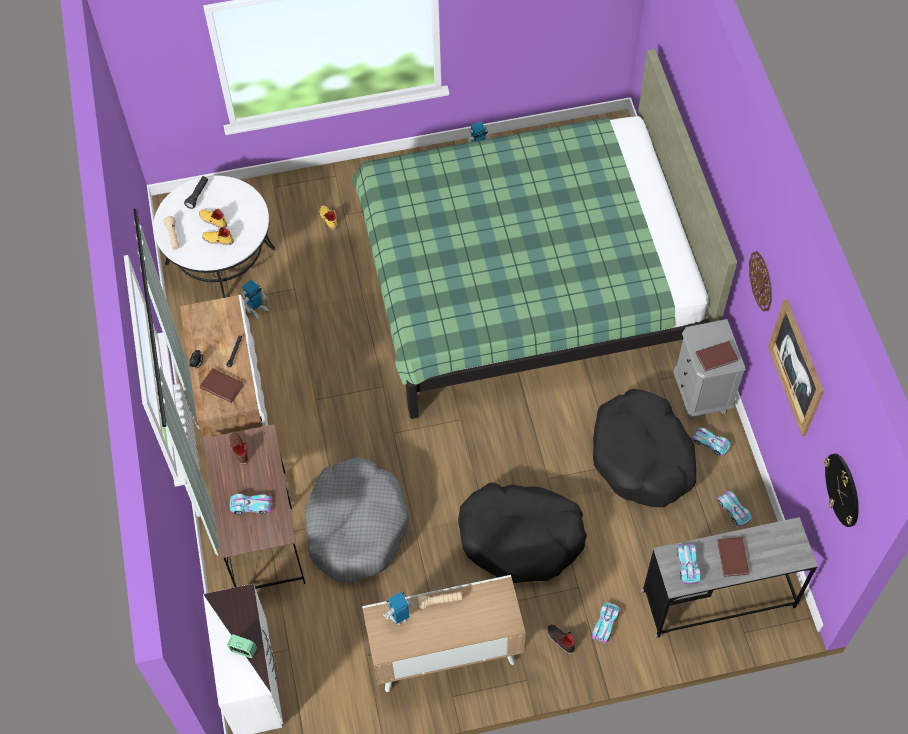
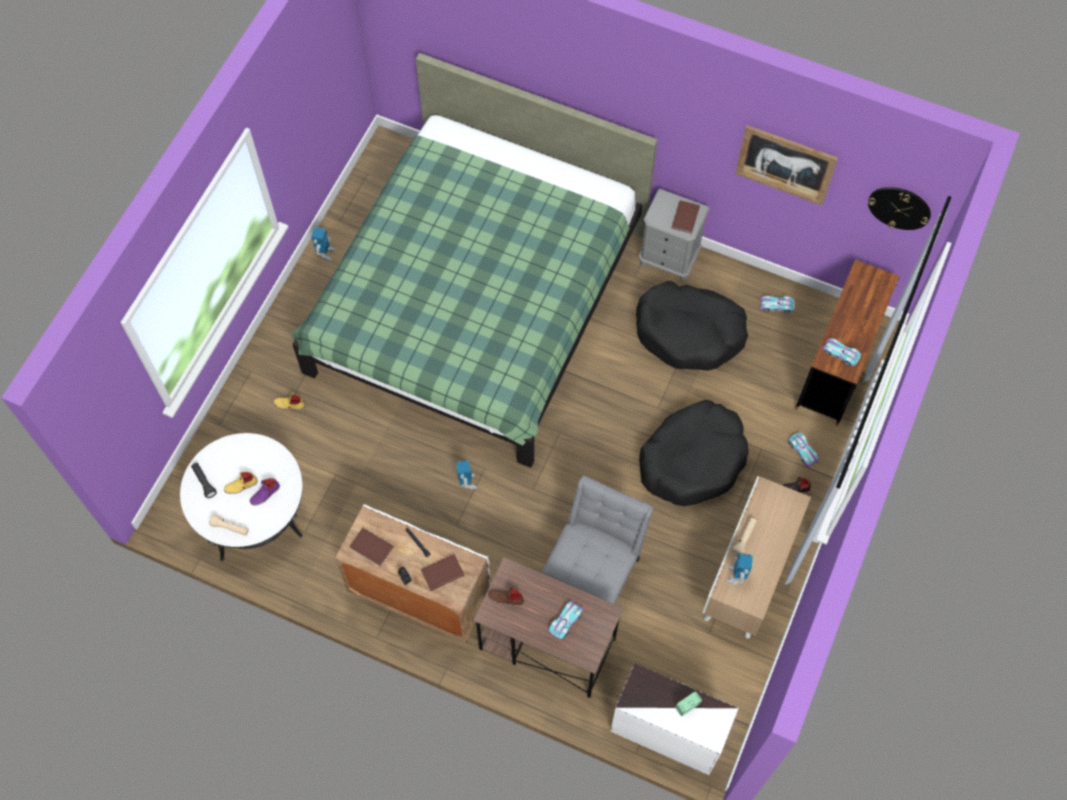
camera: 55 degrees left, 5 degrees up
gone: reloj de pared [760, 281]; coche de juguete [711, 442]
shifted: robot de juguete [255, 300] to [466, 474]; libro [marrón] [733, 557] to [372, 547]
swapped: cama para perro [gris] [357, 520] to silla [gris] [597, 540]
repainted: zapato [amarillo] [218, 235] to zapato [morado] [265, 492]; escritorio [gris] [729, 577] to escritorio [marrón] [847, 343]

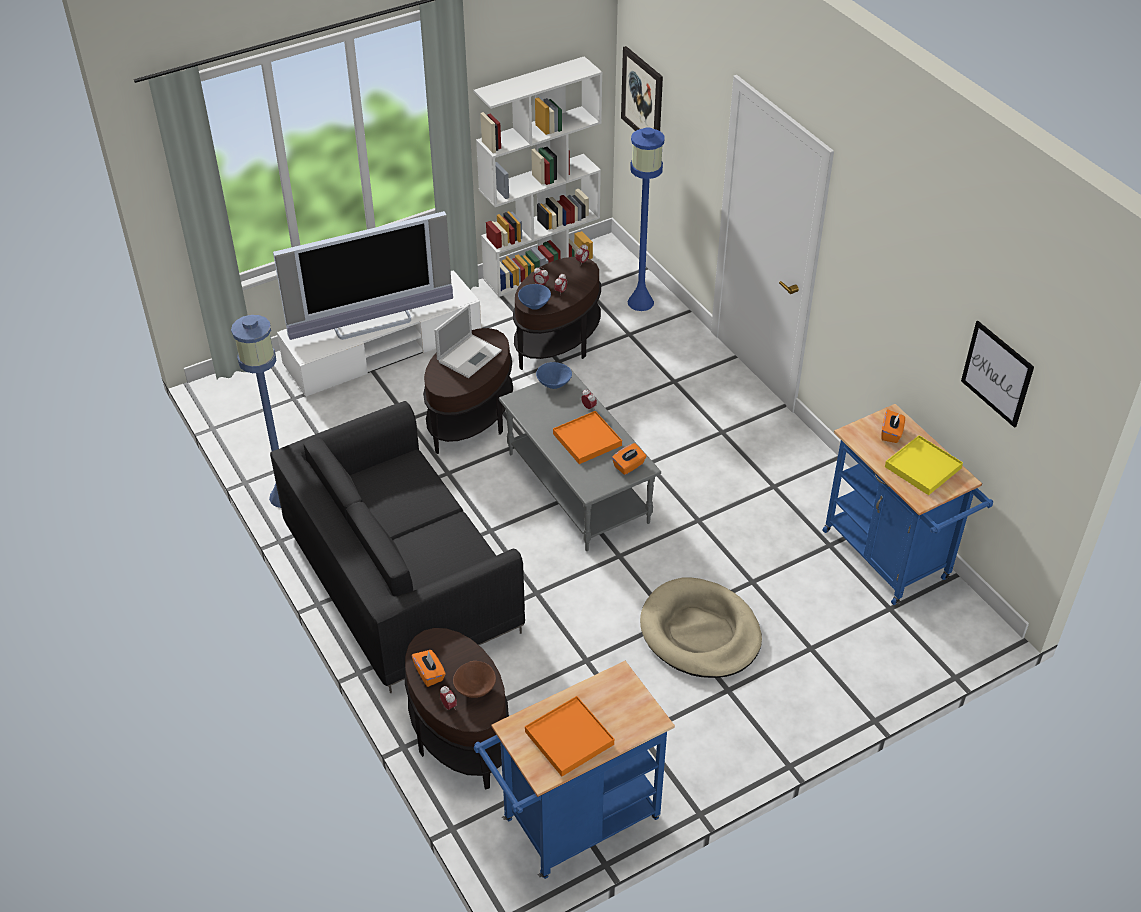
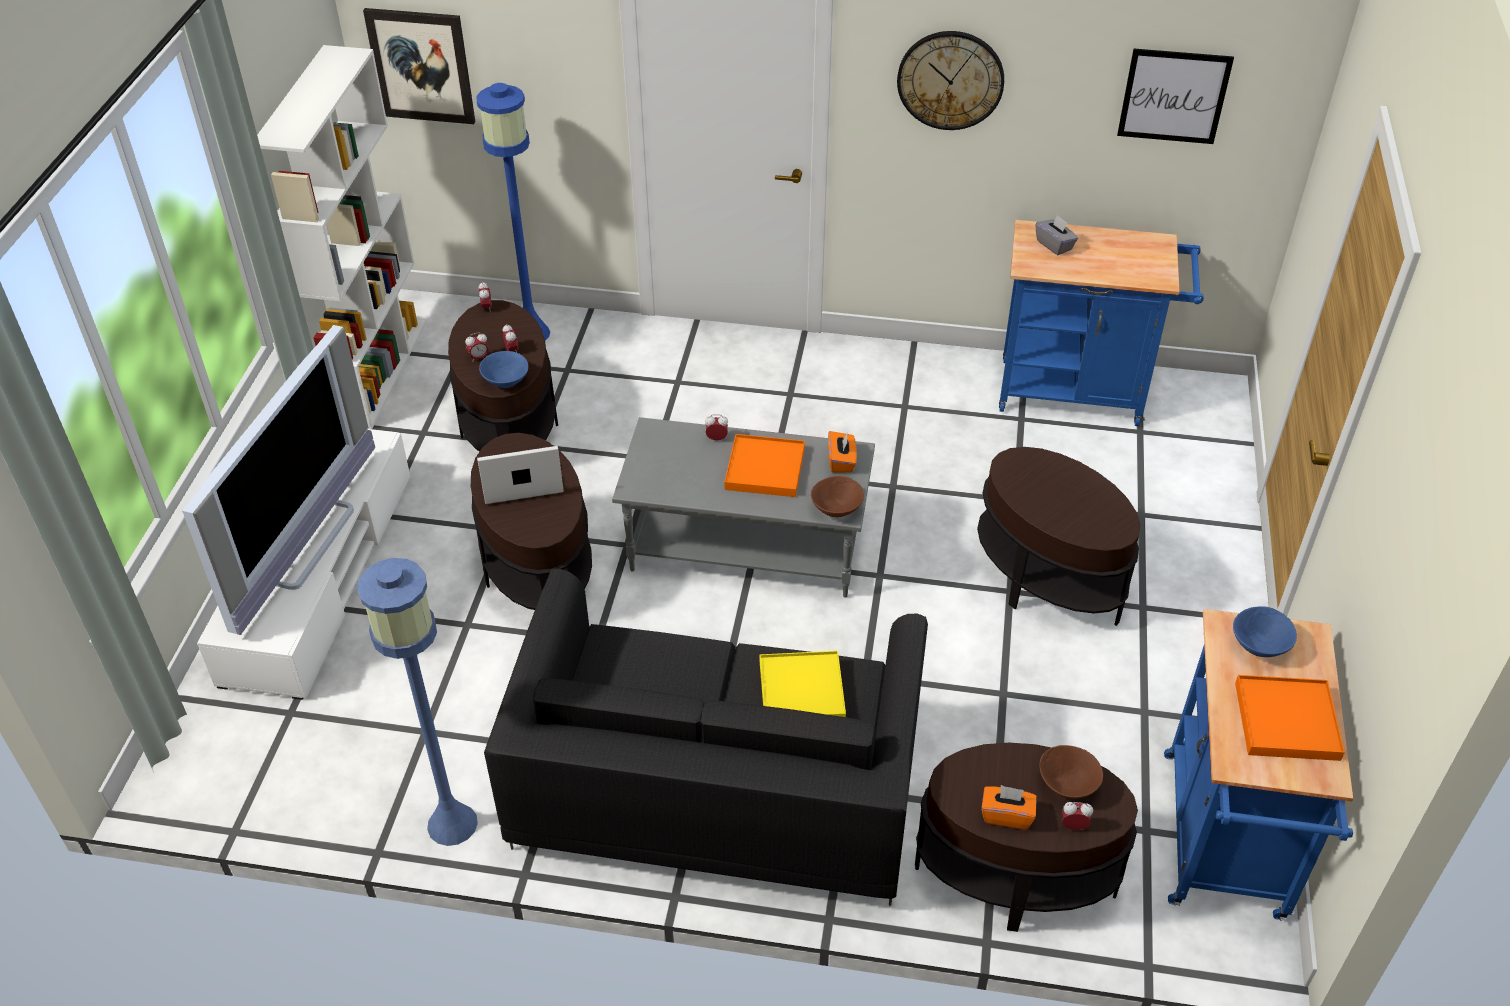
camera: 50 degrees left, 0 degrees up
new: reloj de pared [950, 80]; cuenco [marrón] [837, 496]
shifted: cuenco [azul] [554, 375] to [1265, 631]; bandeja [amarillo] [924, 465] to [803, 684]
swapped: cama para perro [beis] [701, 627] to mesa auxiliar [marrón] [1058, 536]
repainted: caja de pañuelos [naranja] [893, 426] to caja de pañuelos [gris] [1056, 235]
rotated: portátil [468, 341] = [520, 475] 90 degrees counterclockwise

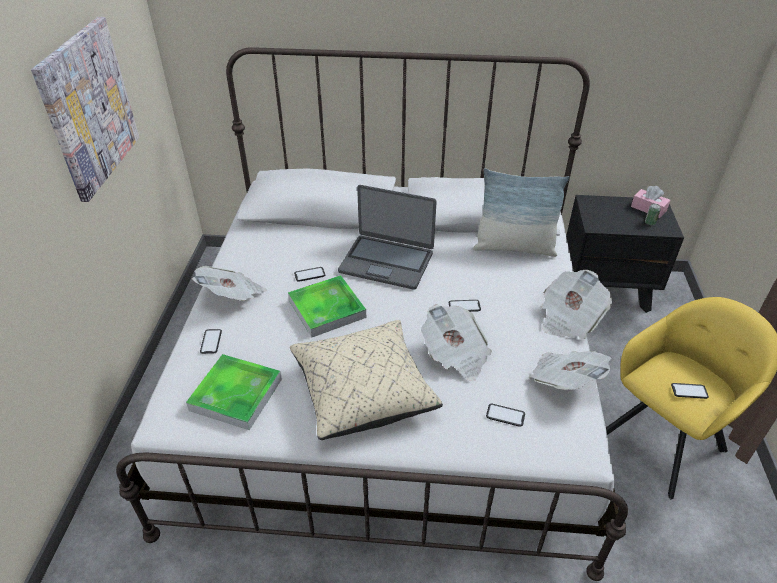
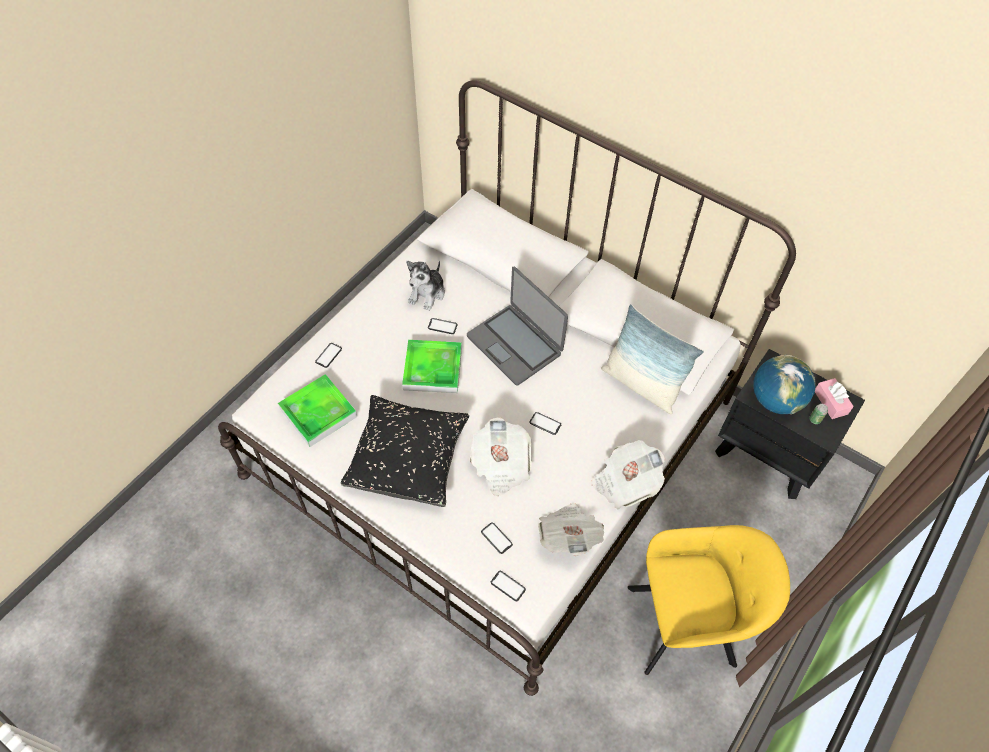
camera: 30 degrees right, 15 degrees up
gone: cuadro [85, 109]; periódico [229, 283]
new: peluche [425, 285]; globo terráqueo [784, 384]
shifted: móvil [690, 391] to [508, 586]
repainted: cojín [beis] [366, 380] to cojín [negro] [405, 451]

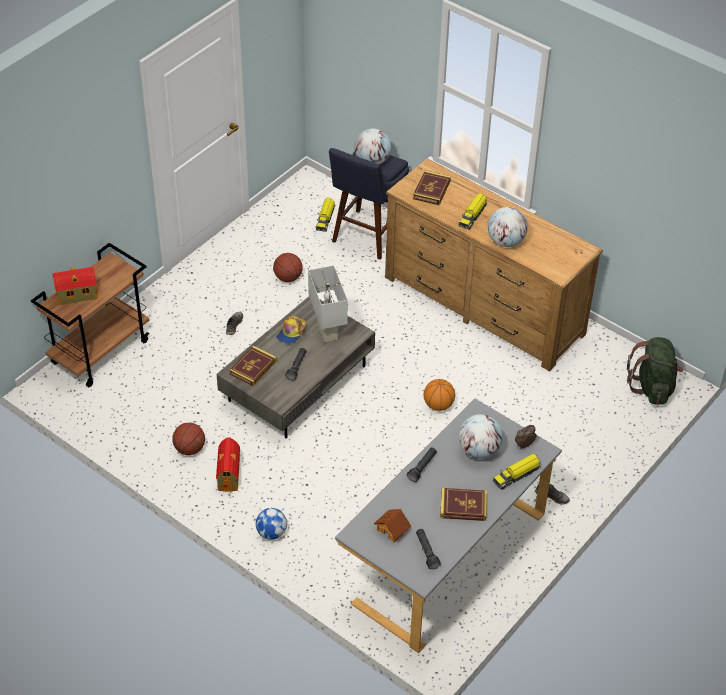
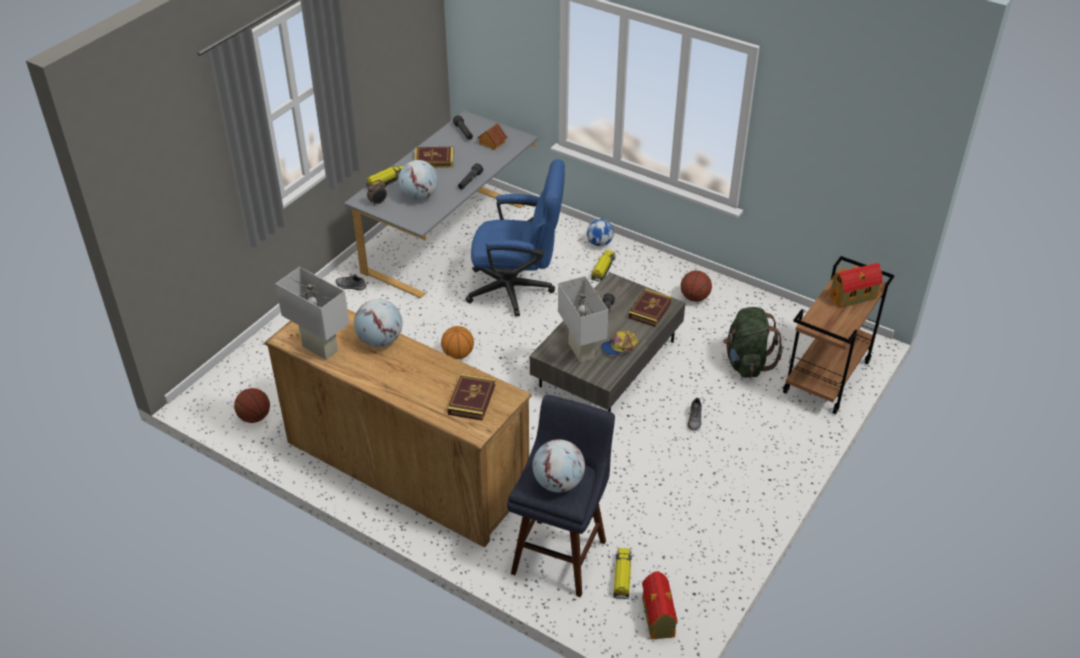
camera: 175 degrees right, 5 degrees down
new: silla de oficina [azul] [515, 238]; lámpara de mesa [blanco] [312, 313]
shifted: camión de juguete [473, 211] to [603, 266]; balón de baloncesto [288, 267] to [252, 405]; mochila [verde] [655, 371] to [753, 342]; casita [228, 464] to [660, 605]
rotated: gorra [291, 330] = [620, 343] 135 degrees counterclockwise

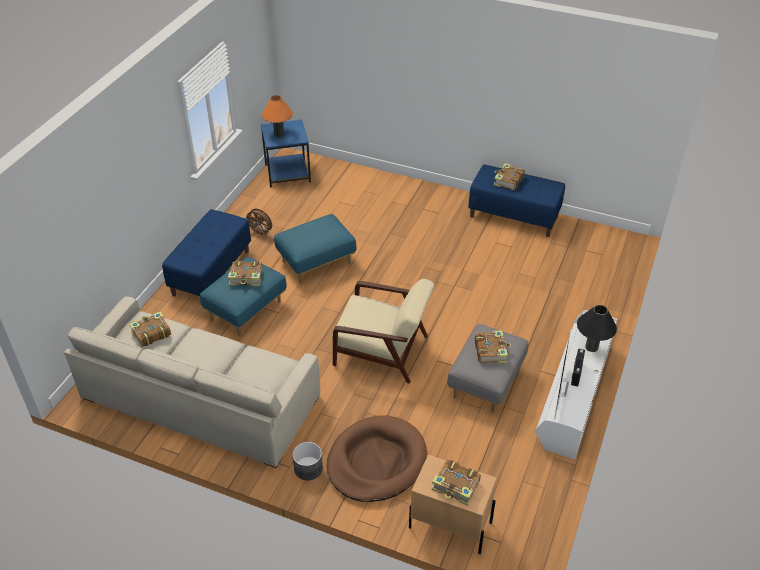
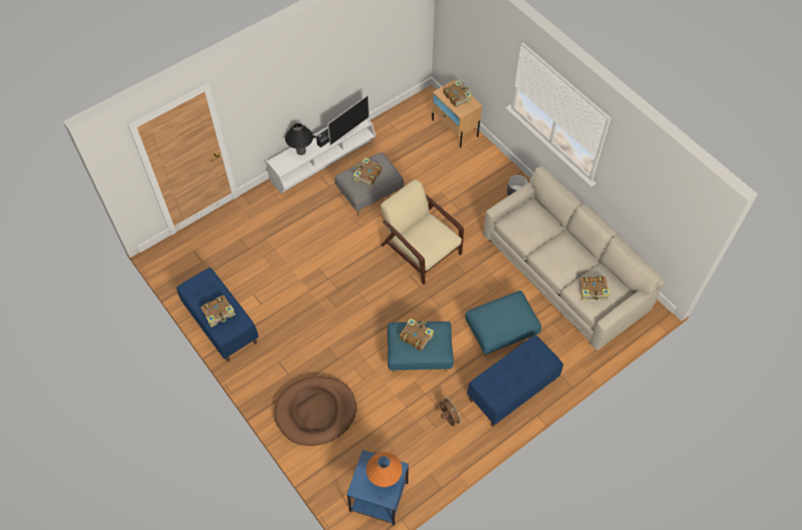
camera: 150 degrees left, 15 degrees up
shifted: libro [245, 273] to [416, 334]; cama para perro [marrón] [377, 458] to [315, 411]

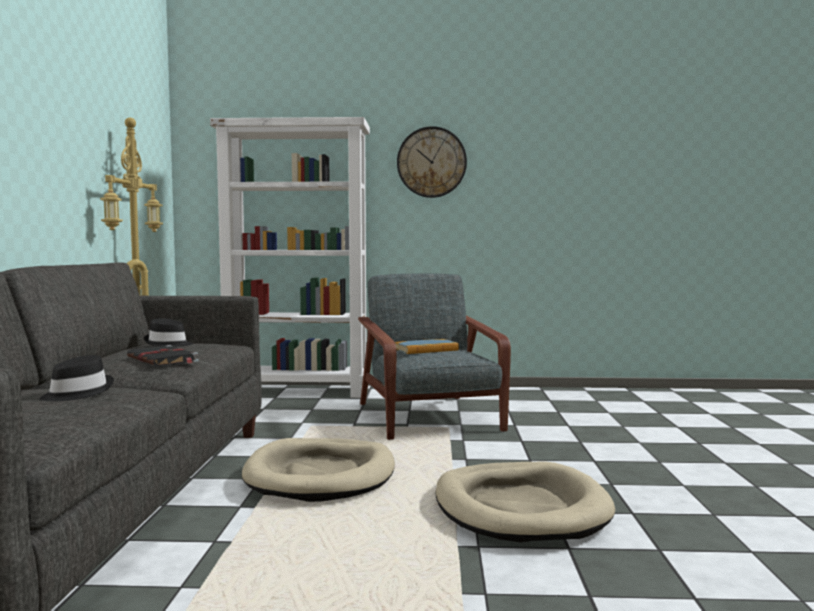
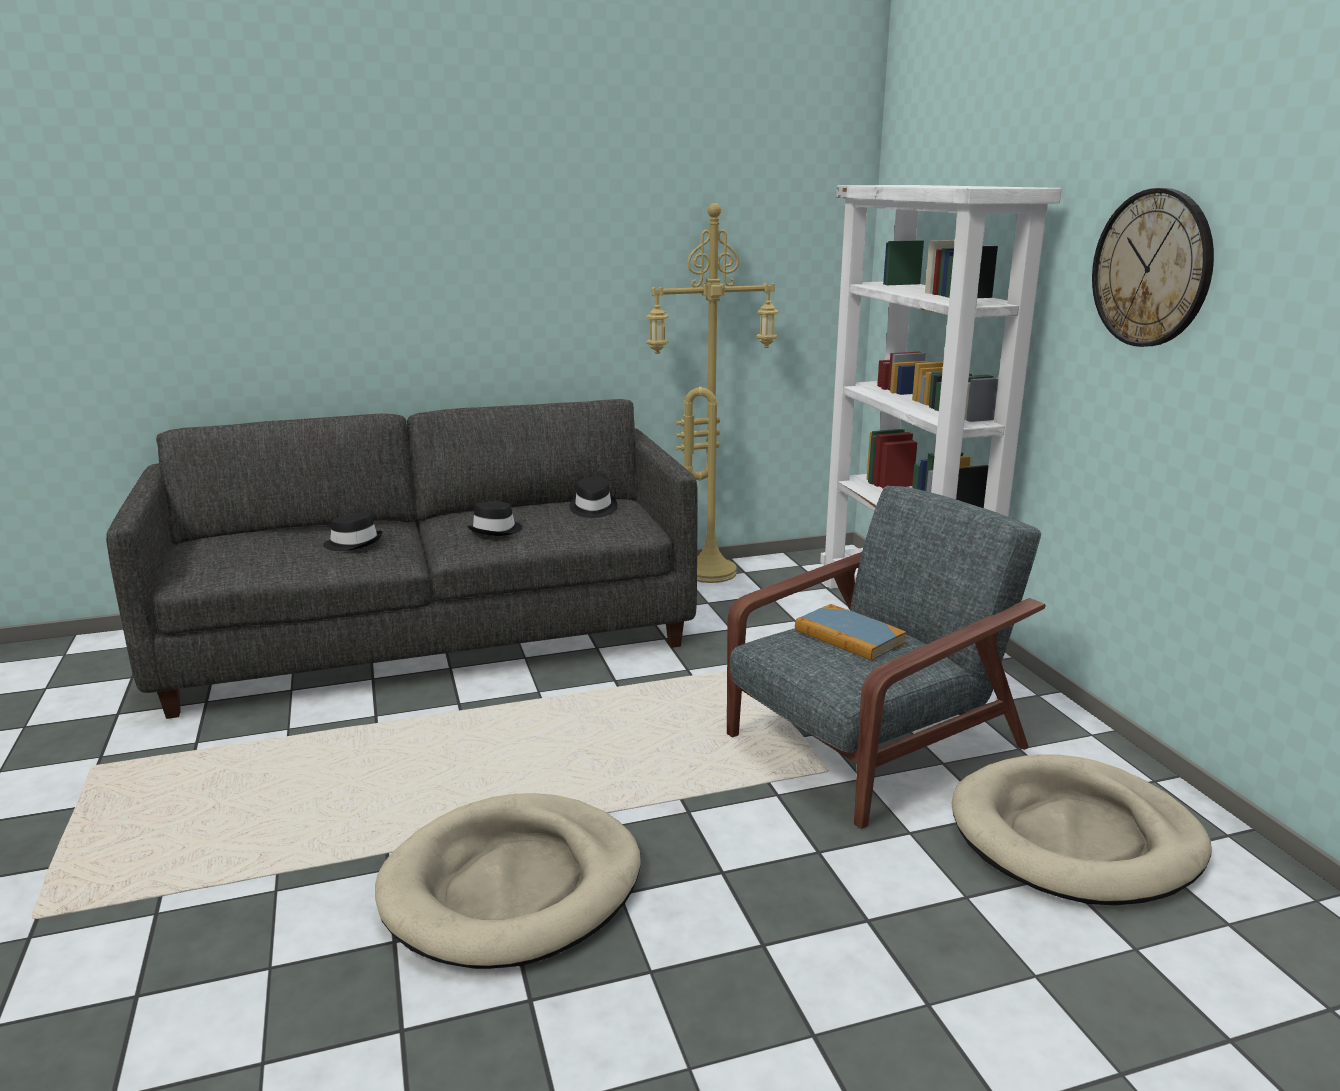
camera: 70 degrees right, 15 degrees up
shifted: cama para perro [beis] [318, 470] to [1082, 830]
swapped: libro [negro] [163, 355] to sombrero [negro] [494, 518]

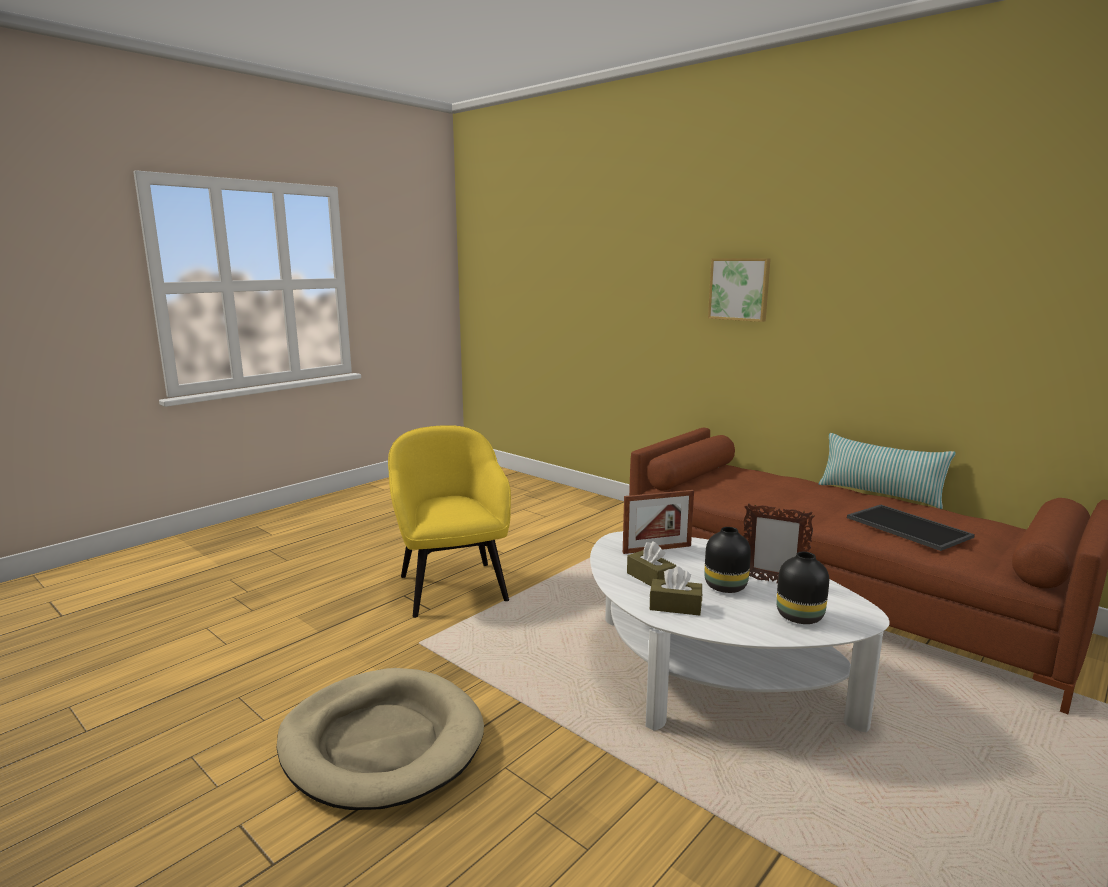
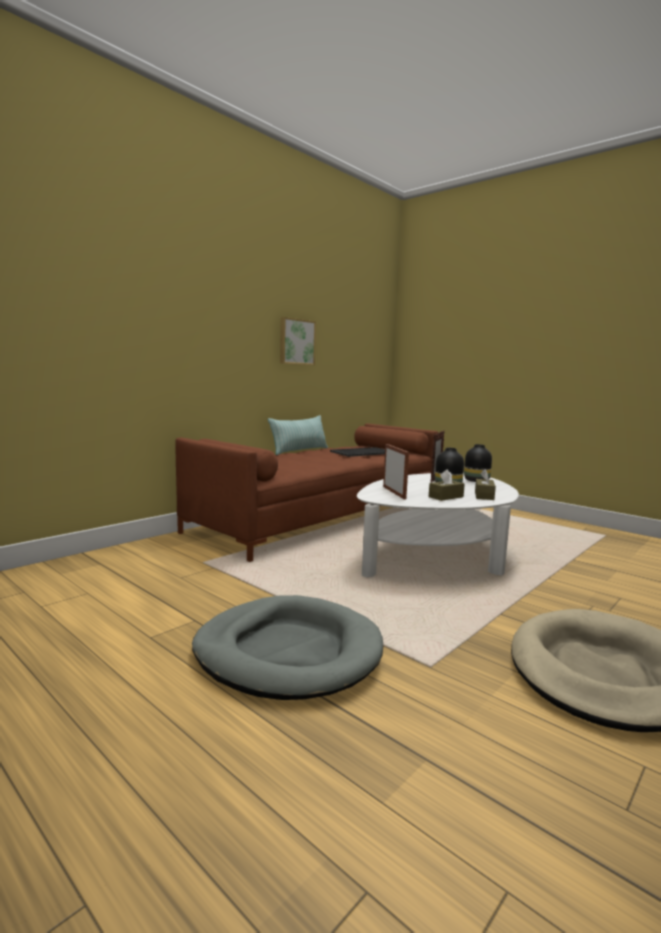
camera: 90 degrees left, 5 degrees down
shifted: cuadro [739, 290] to [298, 341]
swapped: sillón [amarillo] [449, 521] to cama para perro [gris] [287, 647]

